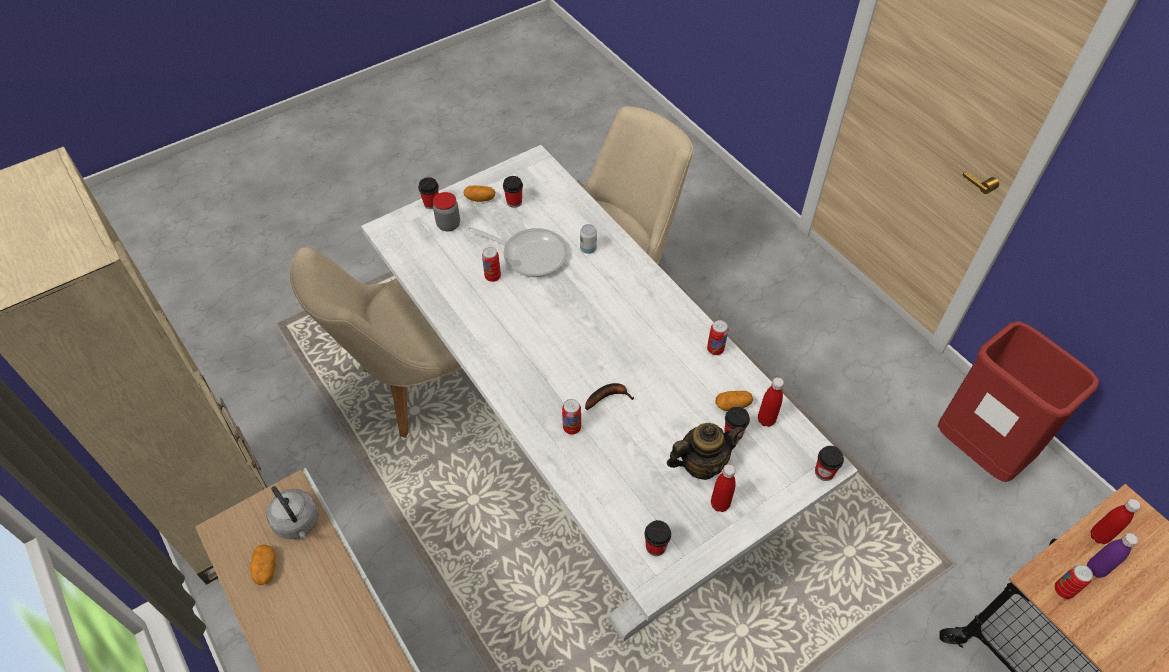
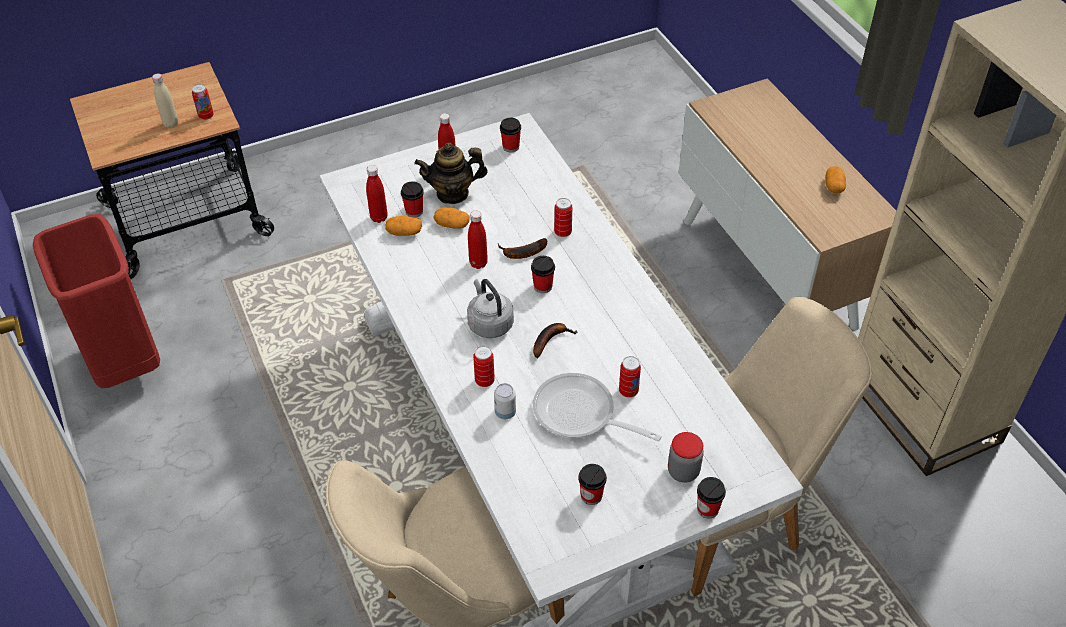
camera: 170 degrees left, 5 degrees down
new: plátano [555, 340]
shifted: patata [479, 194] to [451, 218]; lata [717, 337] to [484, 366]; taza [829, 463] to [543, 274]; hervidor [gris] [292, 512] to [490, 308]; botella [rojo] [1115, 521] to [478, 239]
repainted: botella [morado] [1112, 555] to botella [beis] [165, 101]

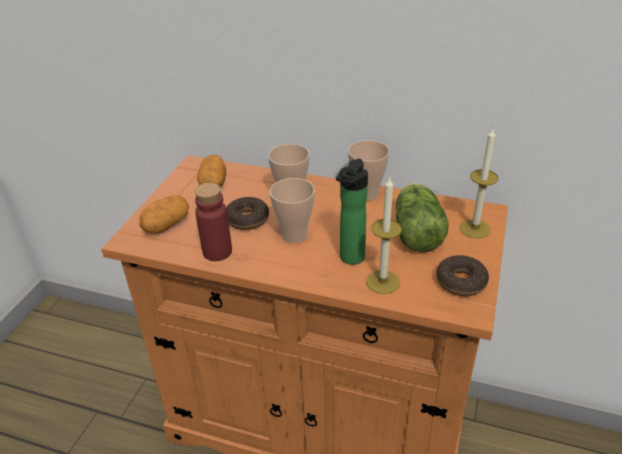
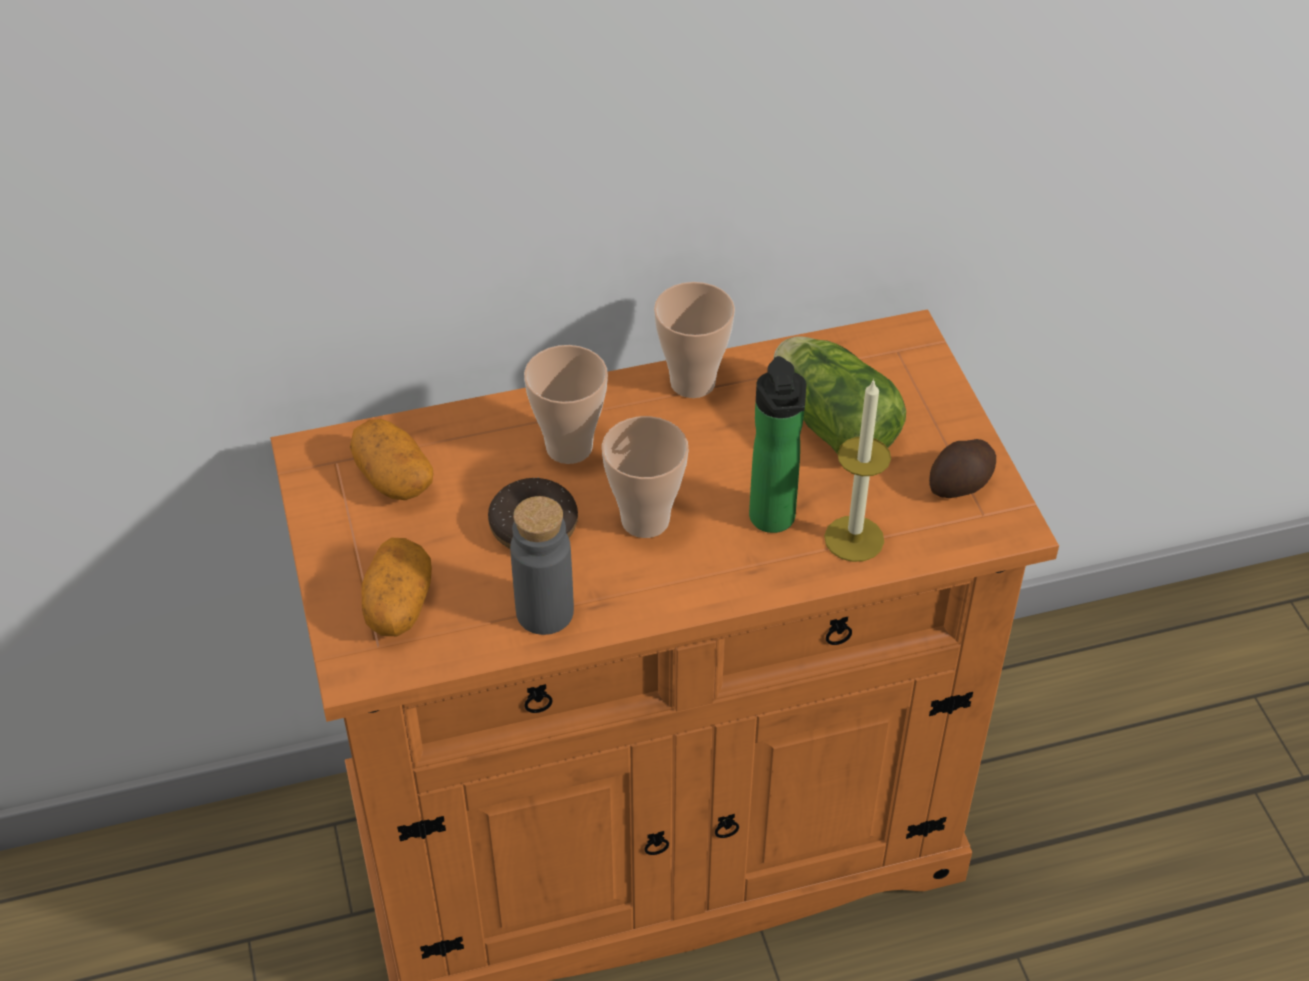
camera: 35 degrees left, 10 degrees up
gone: vela [479, 184]
swapped: rosquilla [462, 275] to patata [962, 468]
repainted: botella [rojo] [213, 222] to botella [gris] [542, 565]

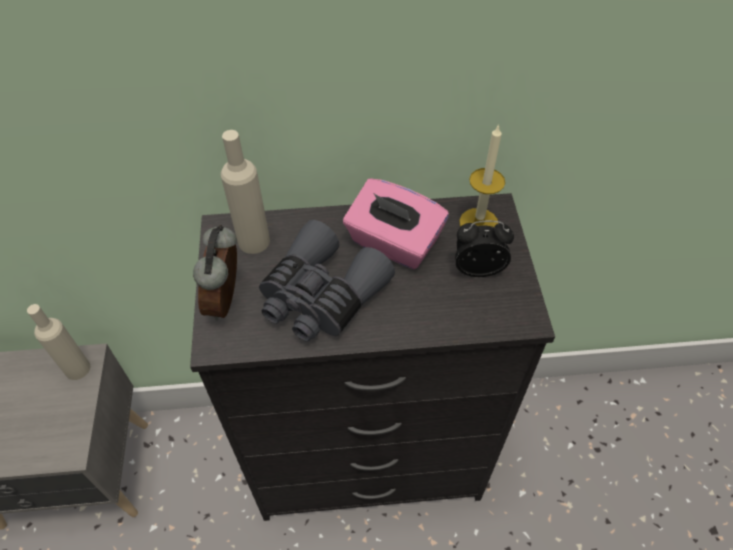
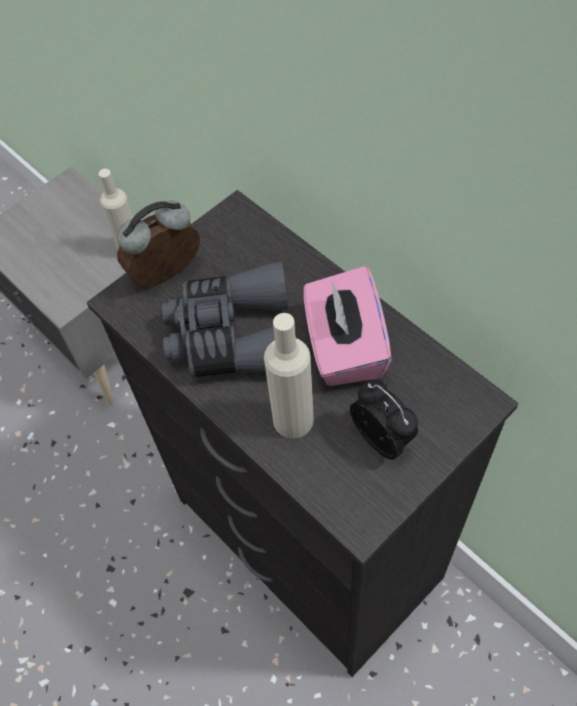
camera: 55 degrees right, 5 degrees up
gone: vela [482, 175]
shifted: botella [beis] [245, 192] to [289, 376]

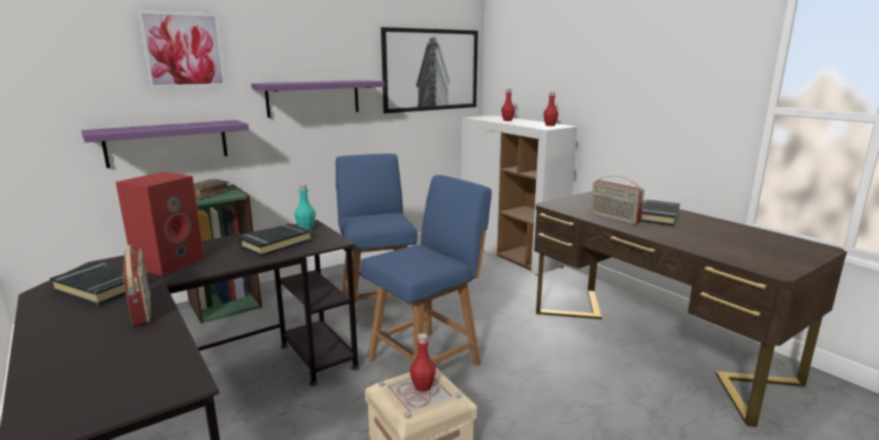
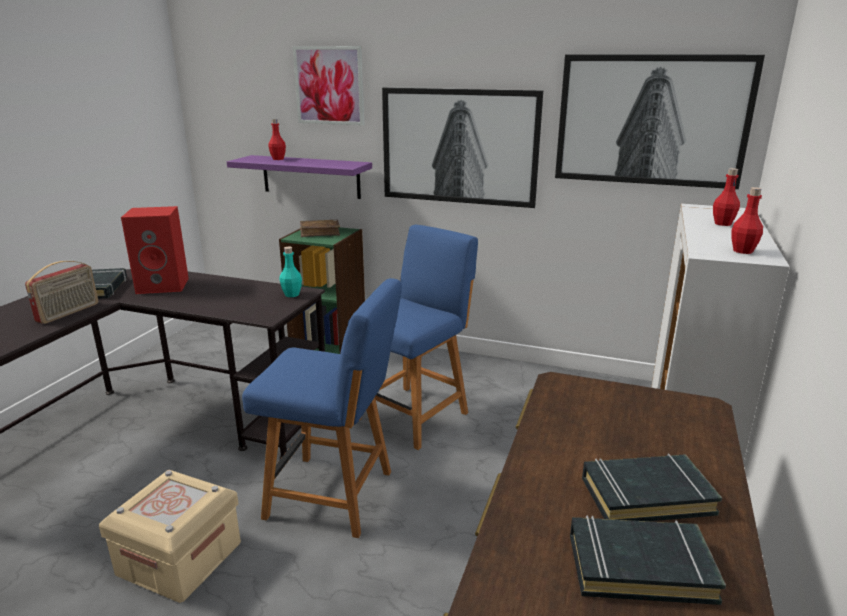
camera: 55 degrees right, 5 degrees up
gone: radio [617, 200]
shifted: libro [negro] [275, 240] to [648, 560]; botella [rojo] [423, 363] to [277, 139]
swapped: estante [morado] [318, 99] to cuadro [462, 148]

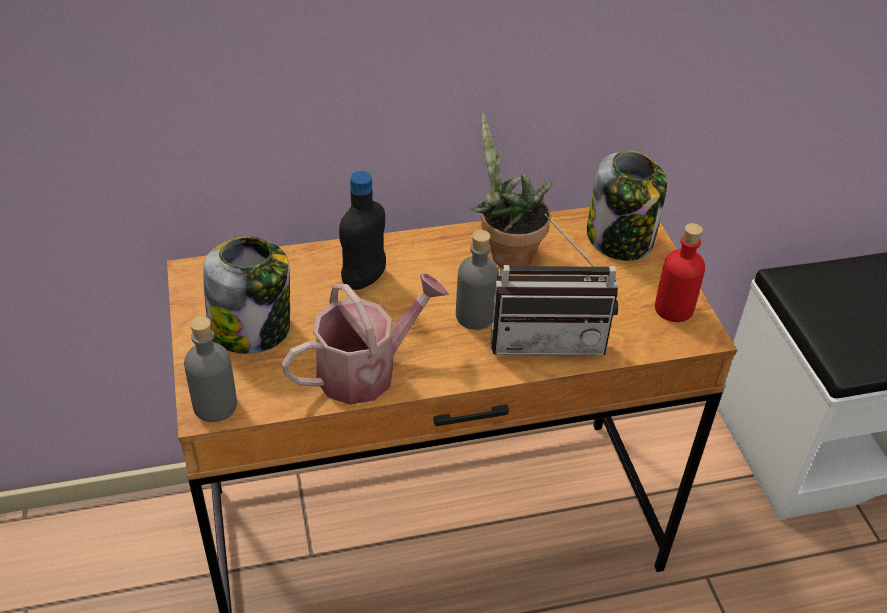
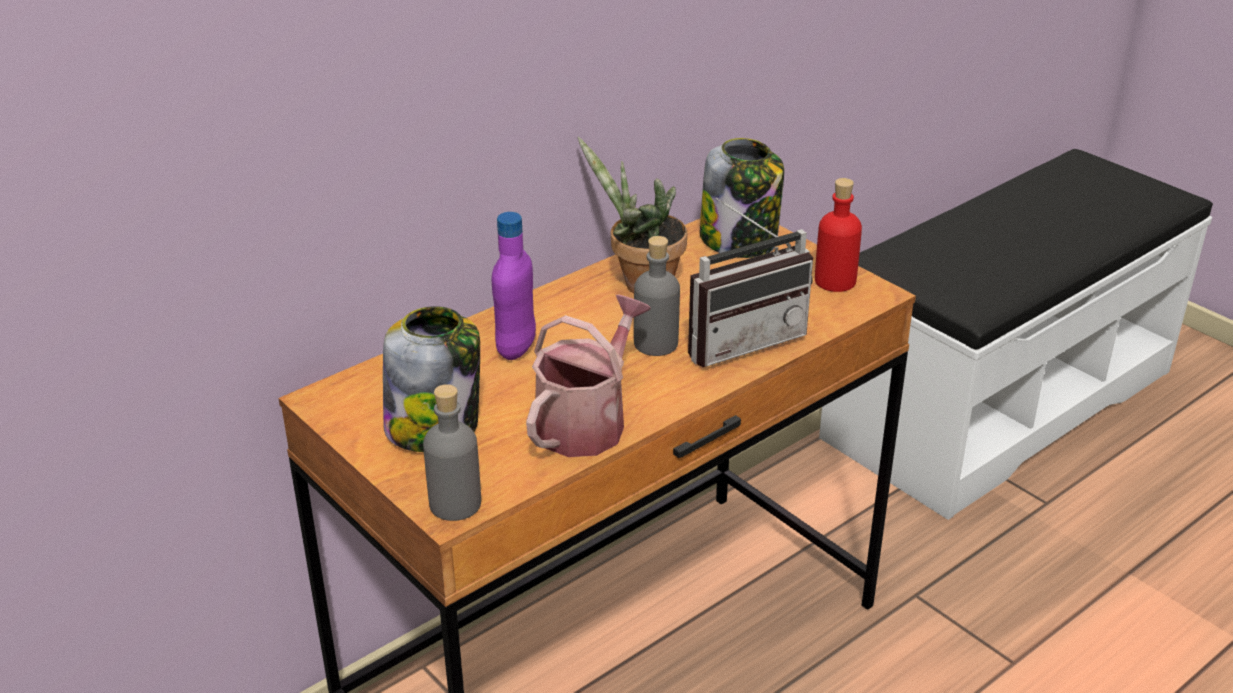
camera: 25 degrees left, 10 degrees down
repainted: botella [negro] [362, 230] to botella [morado] [514, 286]

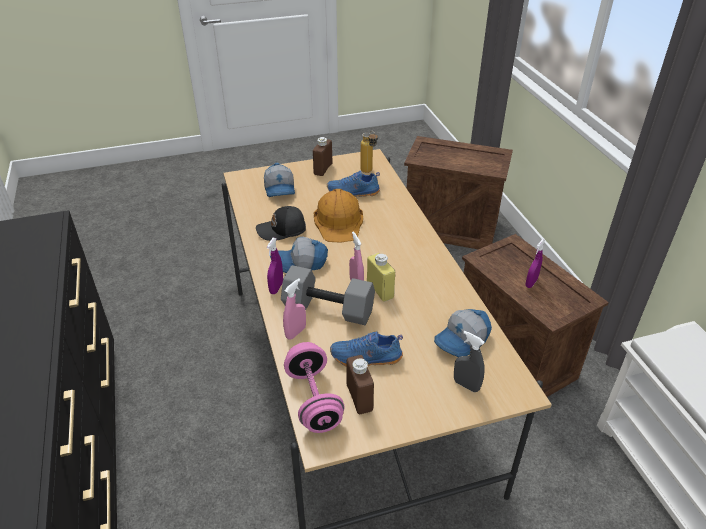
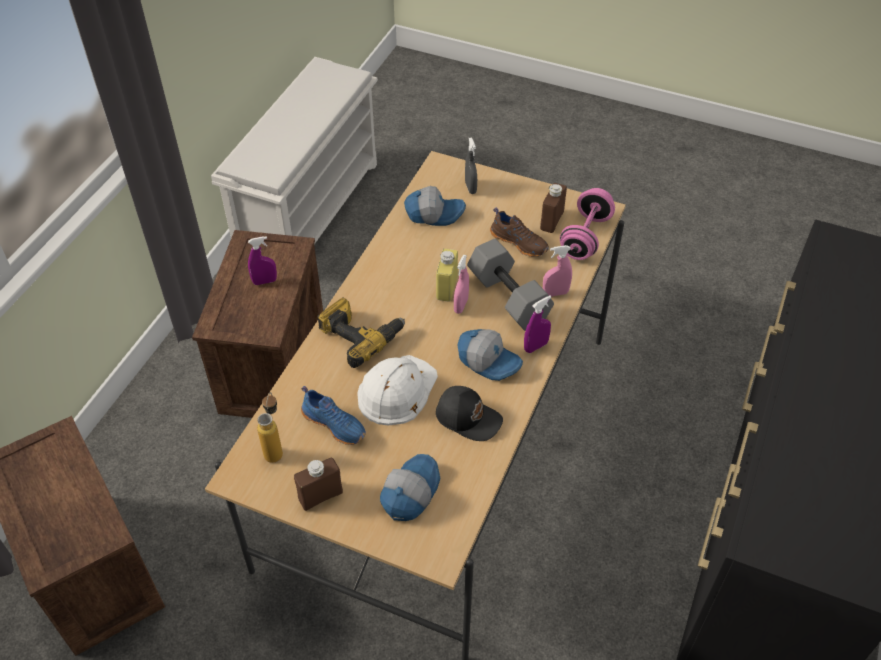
camera: 140 degrees left, 10 degrees up
new: taladro [361, 332]
repainted: casco [naranja] [338, 216] to casco [blanco] [397, 390]; zapato [azul] [366, 349] to zapato [marrón] [519, 232]

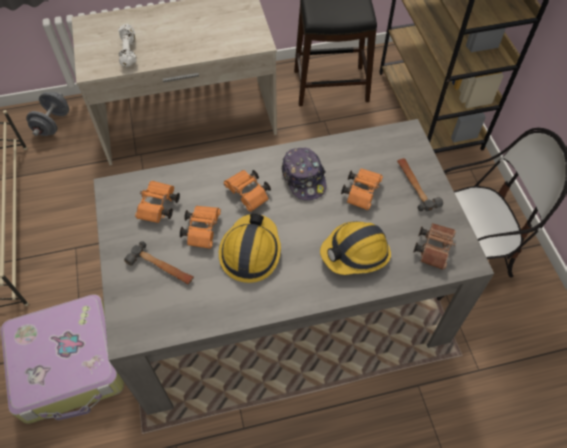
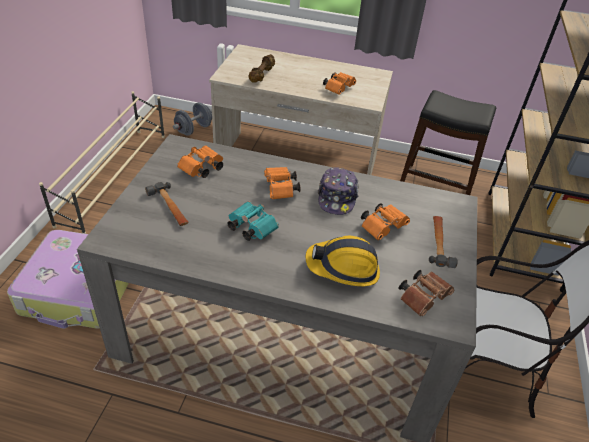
camera: 25 degrees right, 15 degrees down
shifted: prismáticos [naranja] [200, 227] to [339, 83]
swapped: casco [250, 248] to prismáticos [turquesa] [253, 221]
repainted: mancuerna [blanco] [127, 45] to mancuerna [marrón] [261, 68]

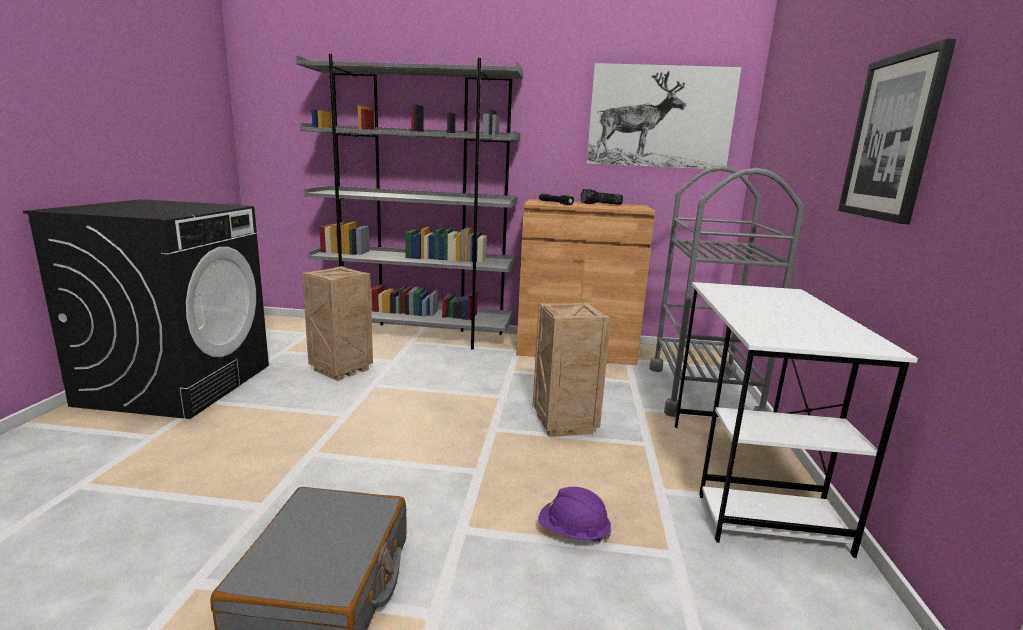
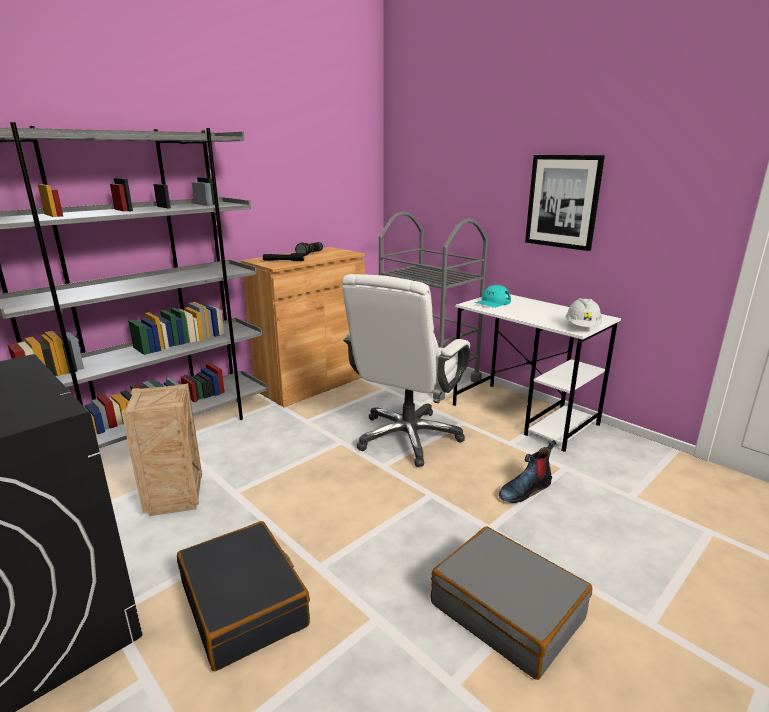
camera: 50 degrees left, 5 degrees up
gone: cuadro [664, 116]
new: gorra [turquesa] [493, 296]; casco [blanco] [583, 312]; maleta [negro] [243, 596]
swapped: caja de embalaje [572, 369] to silla de oficina [blanco] [406, 370]; casco [morado] [574, 514] to bota [527, 471]

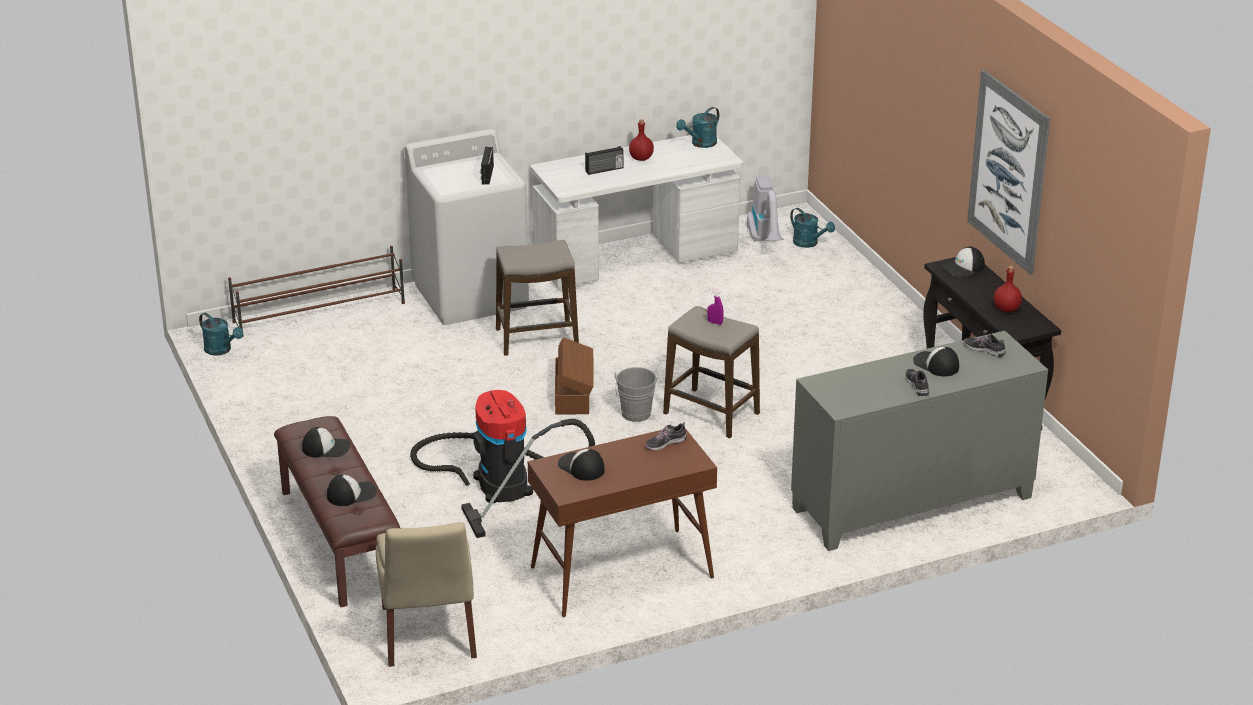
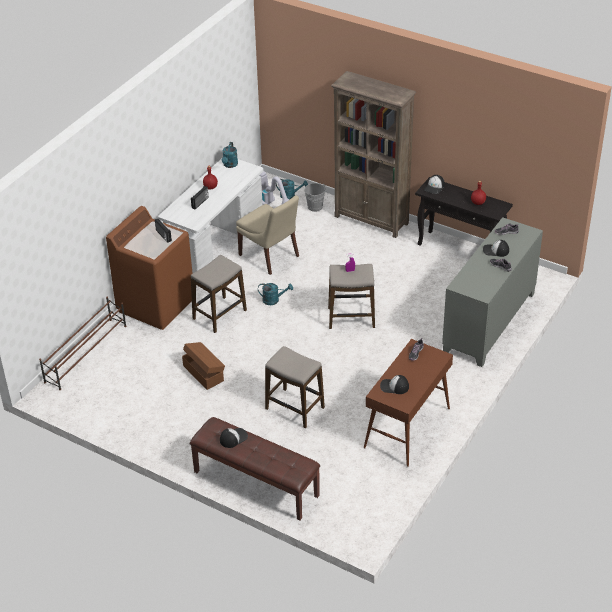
camera: 35 degrees left, 10 degrees up
gone: cuadro [1008, 172]; gorra [352, 490]
new: estantería [marrón] [373, 154]
shifted: regadera [turquesa] [221, 334] to [275, 294]; caja de almacenaje [marrón] [574, 376] to [203, 366]; cubo [gris] [636, 394] to [316, 197]; silla [beis] [426, 594] to [267, 235]
swapped: aspiradora [502, 464] to taburete [295, 387]
repainted: lavadora [blanco] [467, 227] to lavadora [marrón] [149, 268]

